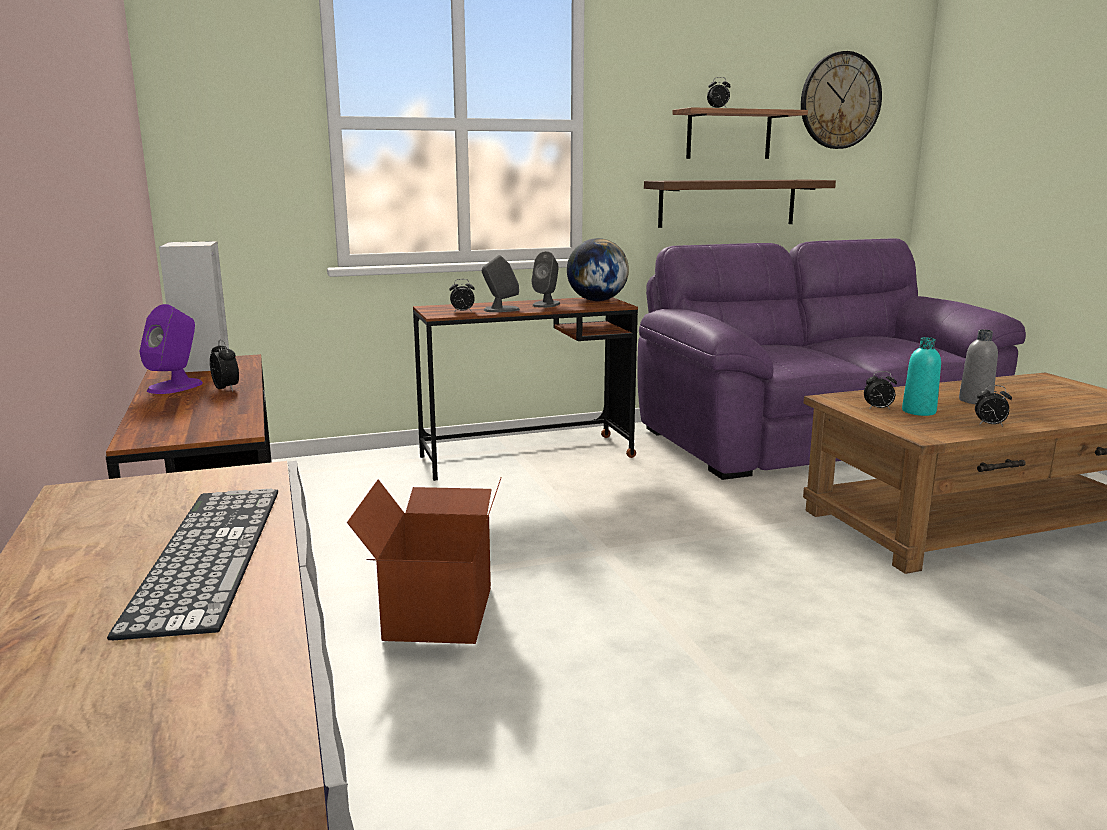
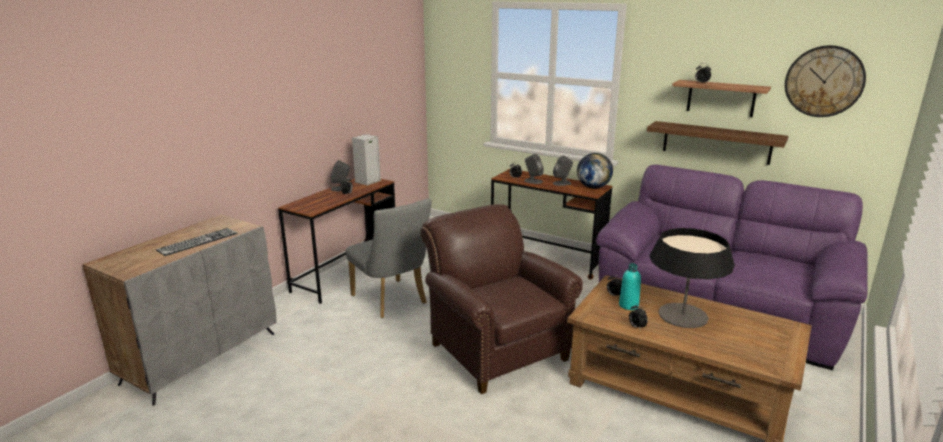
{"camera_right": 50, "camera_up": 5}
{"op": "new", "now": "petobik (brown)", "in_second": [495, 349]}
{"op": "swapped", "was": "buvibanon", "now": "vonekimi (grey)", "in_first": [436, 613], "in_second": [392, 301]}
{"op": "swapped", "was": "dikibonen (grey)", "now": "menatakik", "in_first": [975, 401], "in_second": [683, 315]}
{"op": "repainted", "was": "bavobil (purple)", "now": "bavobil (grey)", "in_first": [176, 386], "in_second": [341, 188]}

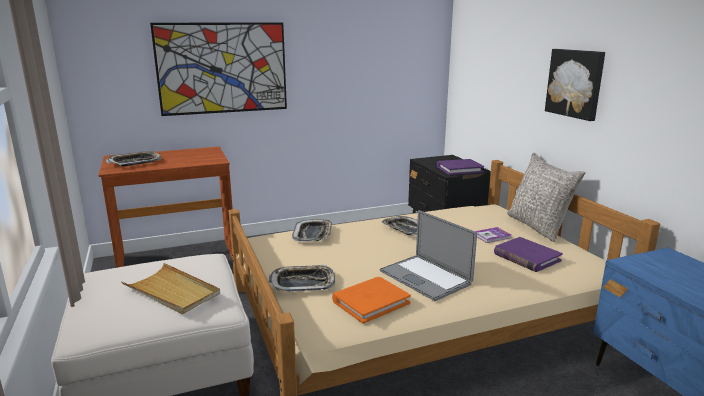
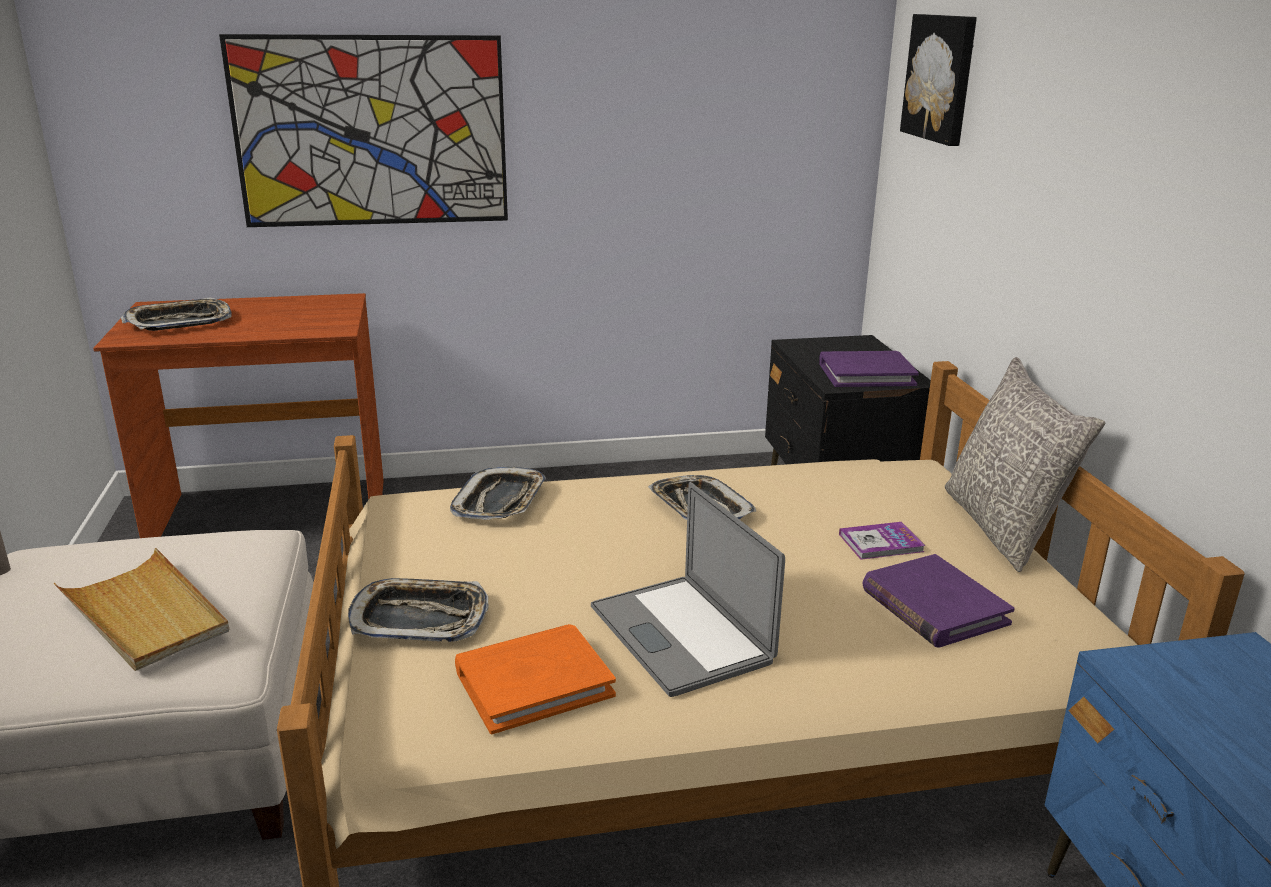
{"camera_right": 10, "camera_up": 5}
{"op": "shifted", "was": "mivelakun", "in_first": [575, 83], "in_second": [941, 78]}

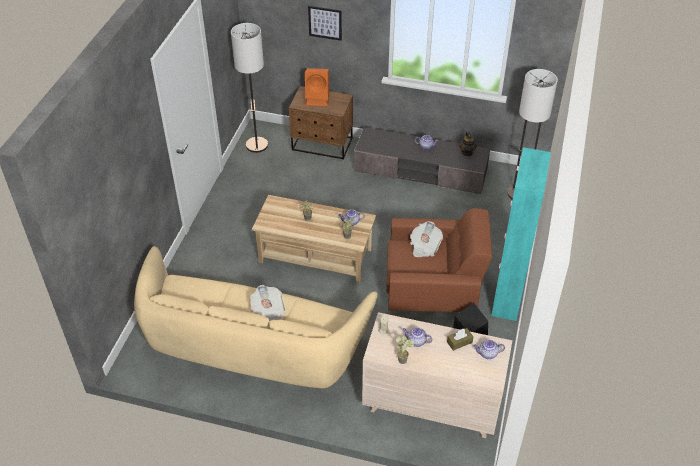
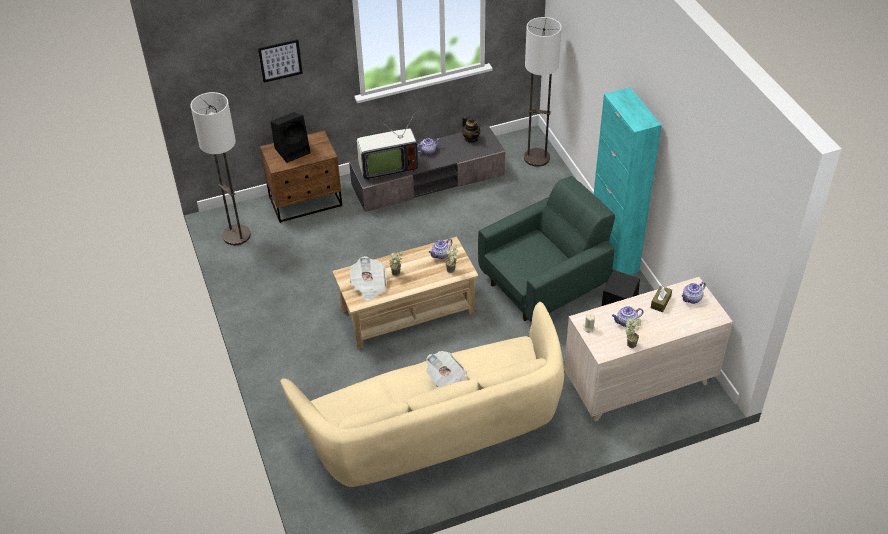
{"camera_right": -35, "camera_up": 0}
{"op": "new", "now": "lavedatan", "in_second": [386, 167]}
{"op": "shifted", "was": "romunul", "in_first": [424, 246], "in_second": [369, 286]}
{"op": "repainted", "was": "bavobil (orange)", "now": "bavobil (black)", "in_first": [318, 98], "in_second": [293, 150]}
{"op": "repainted", "was": "petobik (brown)", "now": "petobik (green)", "in_first": [433, 290], "in_second": [545, 284]}

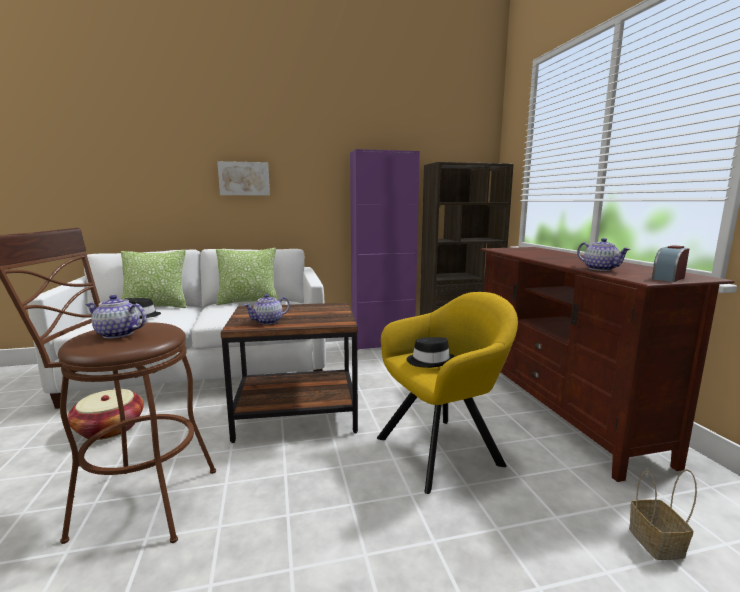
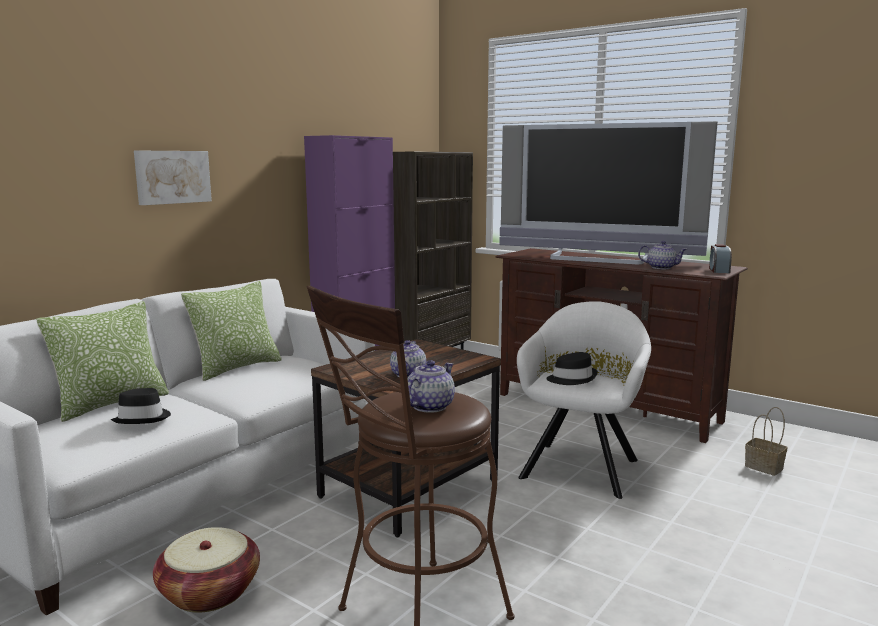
{"camera_right": -40, "camera_up": 0}
{"op": "new", "now": "lavedatan", "in_second": [598, 259]}
{"op": "repainted", "was": "petobik (yellow)", "now": "petobik (white)", "in_first": [444, 449], "in_second": [582, 465]}
{"op": "rotated", "was": "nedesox", "in_first": [117, 334], "in_second": [429, 406], "clockwise": 150}

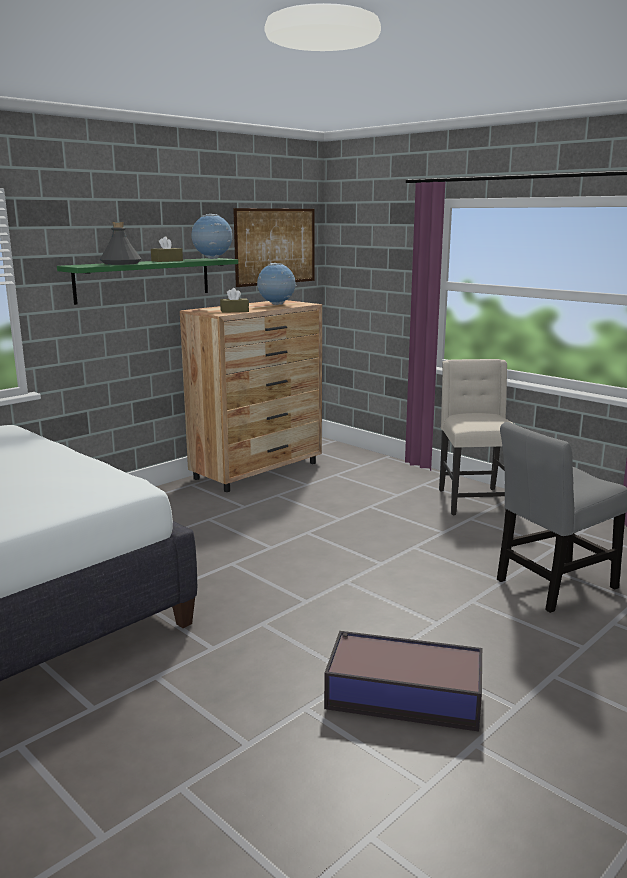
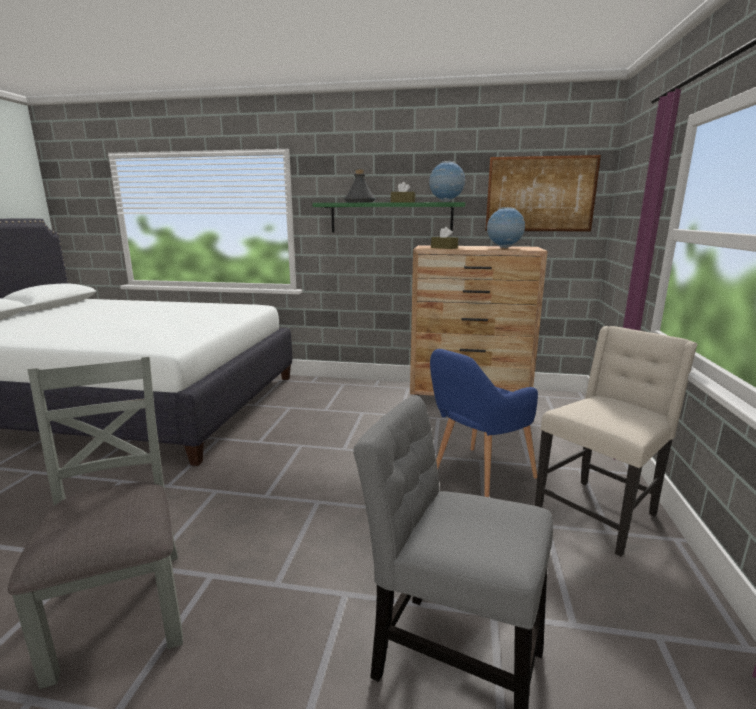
{"camera_right": 55, "camera_up": 0}
{"op": "new", "now": "petobik (blue)", "in_second": [476, 478]}
{"op": "swapped", "was": "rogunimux", "now": "vonekimi (grey)", "in_first": [402, 694], "in_second": [122, 608]}

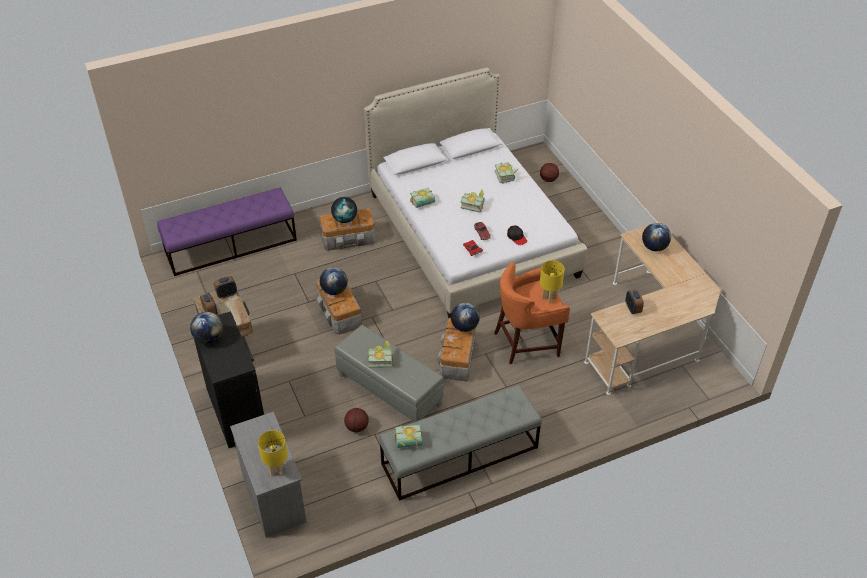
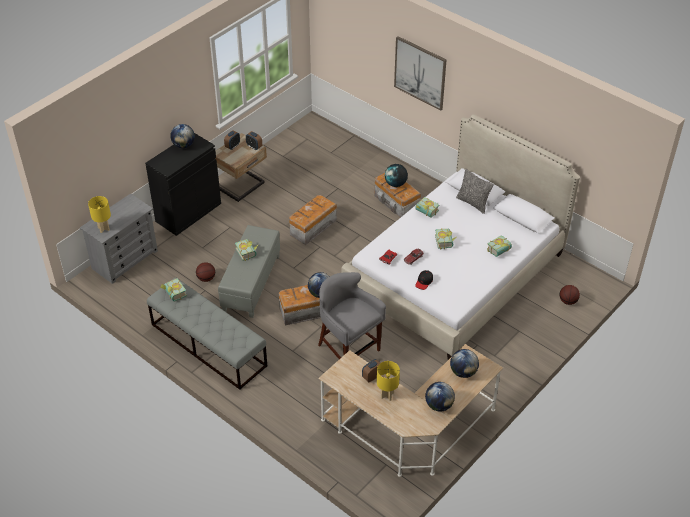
{"camera_right": 65, "camera_up": 0}
{"op": "gone", "was": "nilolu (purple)", "in_first": [231, 245]}
{"op": "new", "now": "mivelakun", "in_second": [420, 72]}
{"op": "new", "now": "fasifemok", "in_second": [473, 203]}
{"op": "shifted", "was": "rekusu", "in_first": [334, 290], "in_second": [439, 405]}
{"op": "shifted", "was": "menatakik (yellow)", "in_first": [549, 298], "in_second": [387, 395]}
{"op": "repainted", "was": "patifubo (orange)", "now": "patifubo (grey)", "in_first": [527, 343], "in_second": [348, 349]}

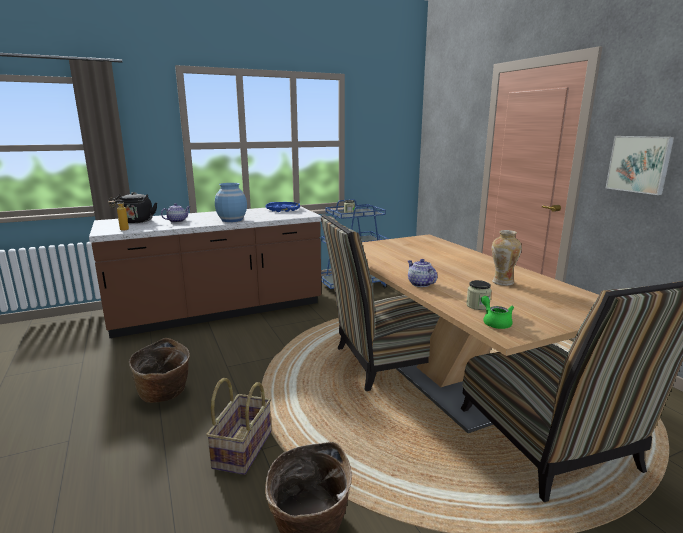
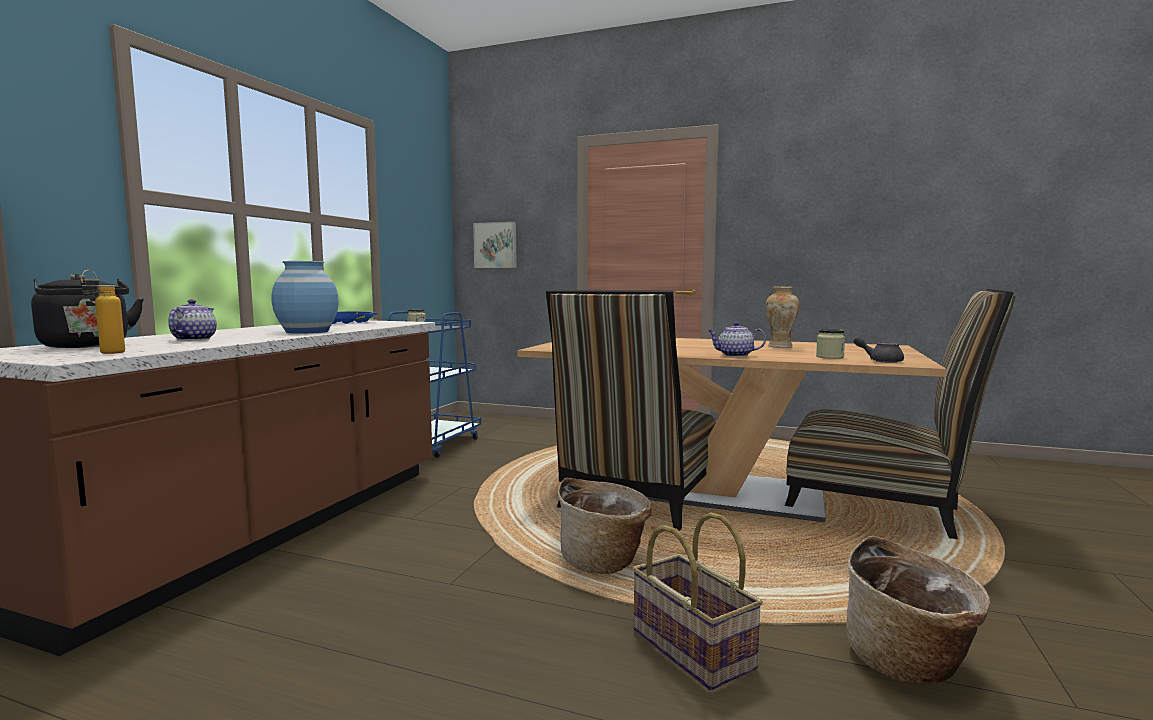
{"camera_right": -45, "camera_up": -10}
{"op": "shifted", "was": "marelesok", "in_first": [164, 394], "in_second": [604, 561]}
{"op": "shifted", "was": "mivelakun", "in_first": [639, 164], "in_second": [496, 245]}
{"op": "repainted", "was": "nedesox (green)", "now": "nedesox (grey)", "in_first": [495, 322], "in_second": [880, 361]}

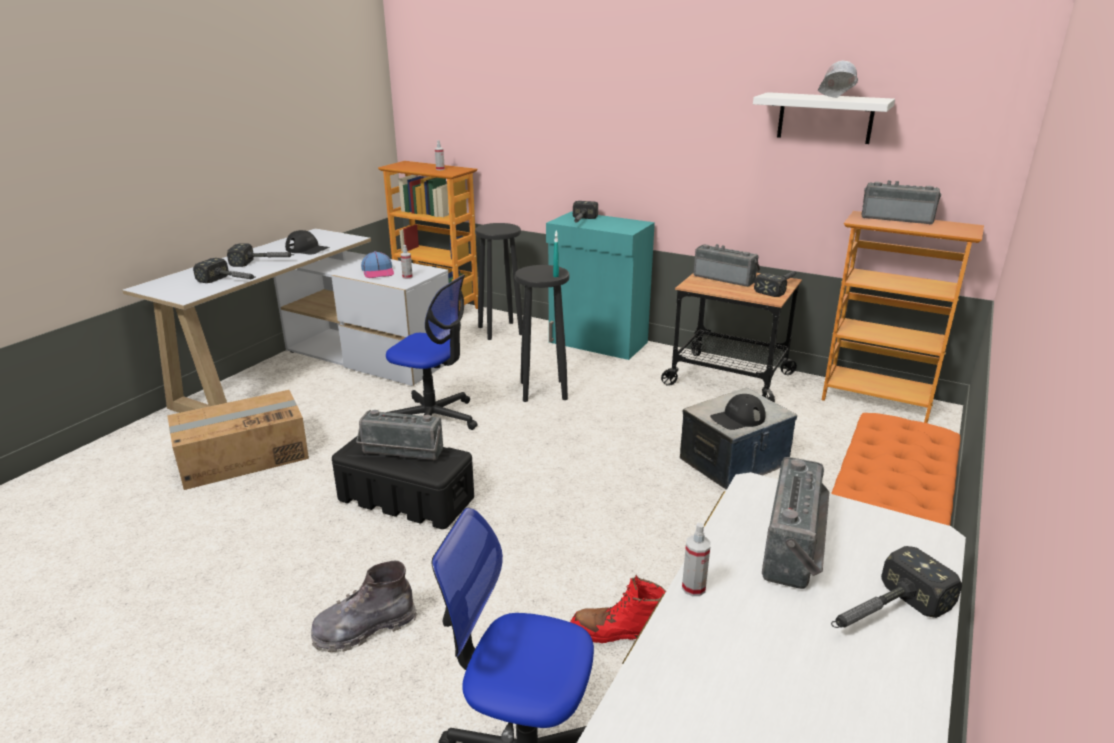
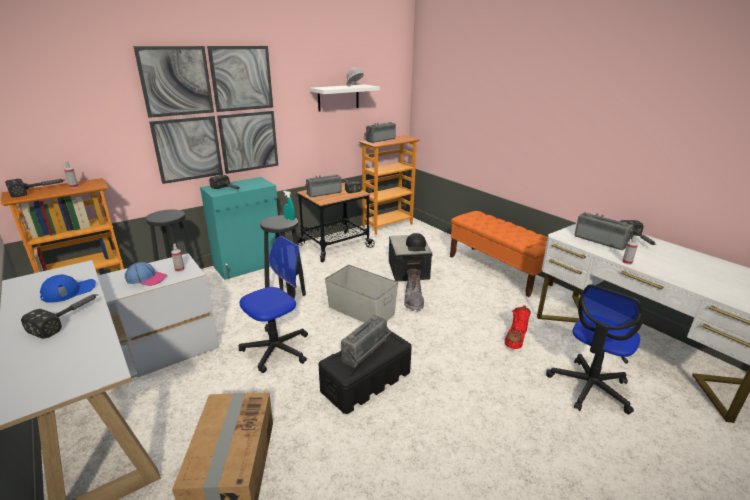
{"camera_right": -65, "camera_up": 0}
{"op": "new", "now": "mivelakun", "in_second": [215, 113]}
{"op": "new", "now": "rogunimux (grey)", "in_second": [361, 310]}
{"op": "shifted", "was": "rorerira", "in_first": [231, 281], "in_second": [40, 190]}
{"op": "shifted", "was": "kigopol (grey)", "in_first": [364, 628], "in_second": [413, 301]}
{"op": "repainted", "was": "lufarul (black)", "now": "lufarul (blue)", "in_first": [307, 249], "in_second": [69, 291]}

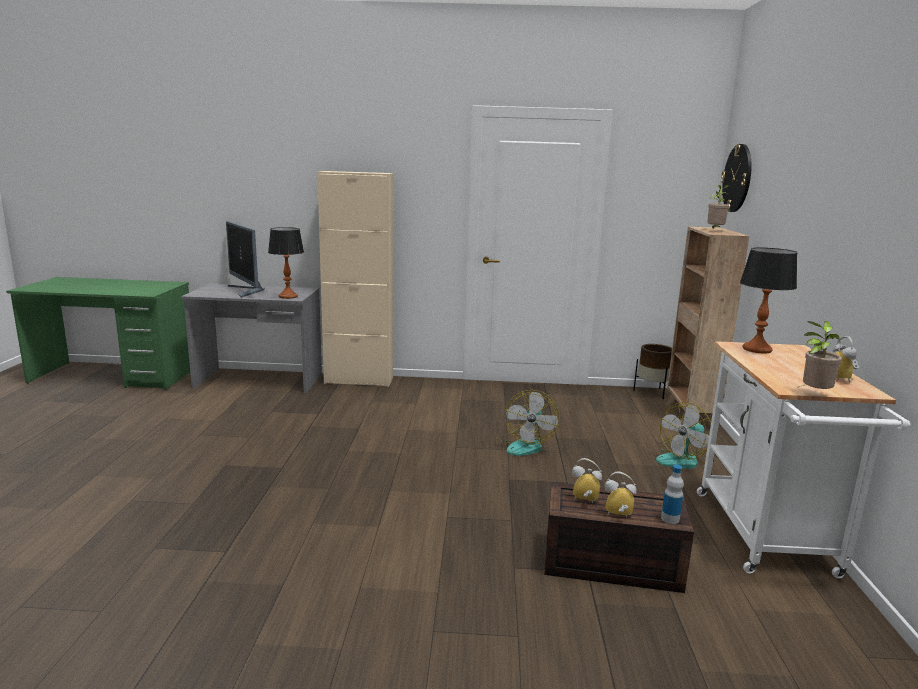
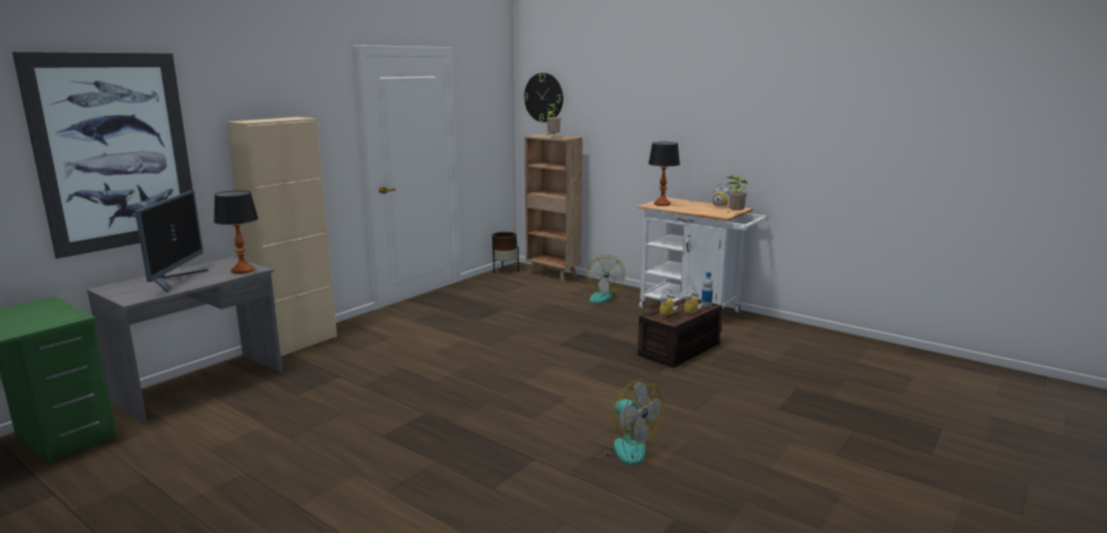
{"camera_right": -55, "camera_up": 0}
{"op": "new", "now": "mivelakun", "in_second": [115, 152]}
{"op": "shifted", "was": "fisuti", "in_first": [525, 445], "in_second": [621, 447]}
{"op": "rotated", "was": "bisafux", "in_first": [247, 291], "in_second": [175, 280], "clockwise": -90}

